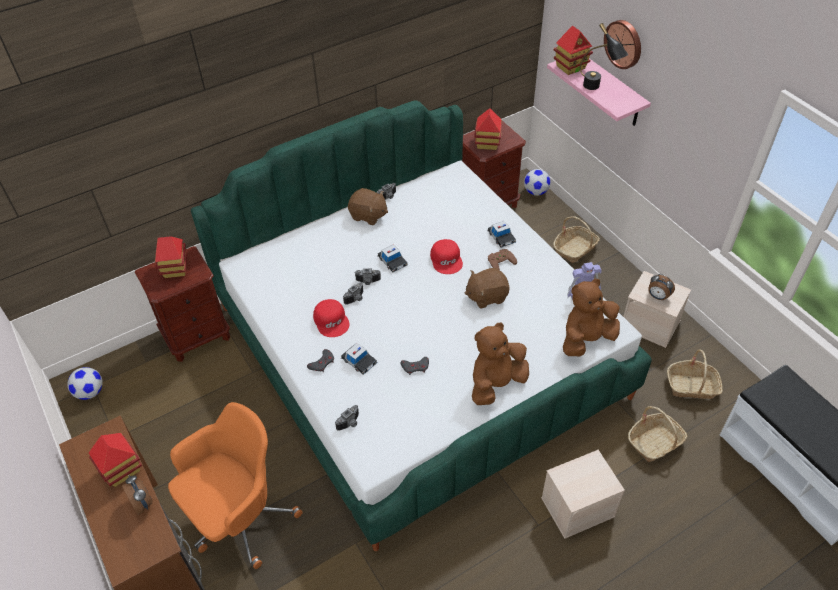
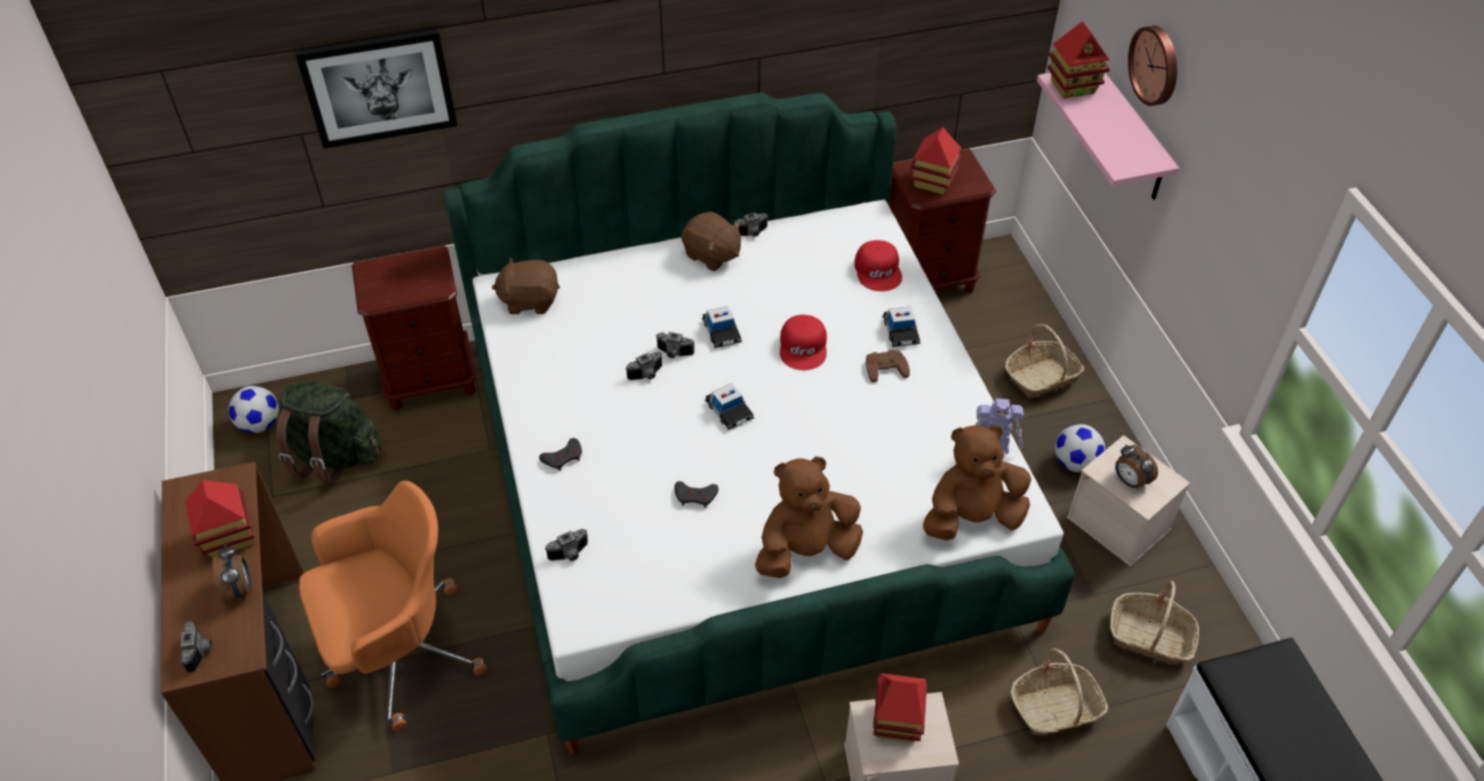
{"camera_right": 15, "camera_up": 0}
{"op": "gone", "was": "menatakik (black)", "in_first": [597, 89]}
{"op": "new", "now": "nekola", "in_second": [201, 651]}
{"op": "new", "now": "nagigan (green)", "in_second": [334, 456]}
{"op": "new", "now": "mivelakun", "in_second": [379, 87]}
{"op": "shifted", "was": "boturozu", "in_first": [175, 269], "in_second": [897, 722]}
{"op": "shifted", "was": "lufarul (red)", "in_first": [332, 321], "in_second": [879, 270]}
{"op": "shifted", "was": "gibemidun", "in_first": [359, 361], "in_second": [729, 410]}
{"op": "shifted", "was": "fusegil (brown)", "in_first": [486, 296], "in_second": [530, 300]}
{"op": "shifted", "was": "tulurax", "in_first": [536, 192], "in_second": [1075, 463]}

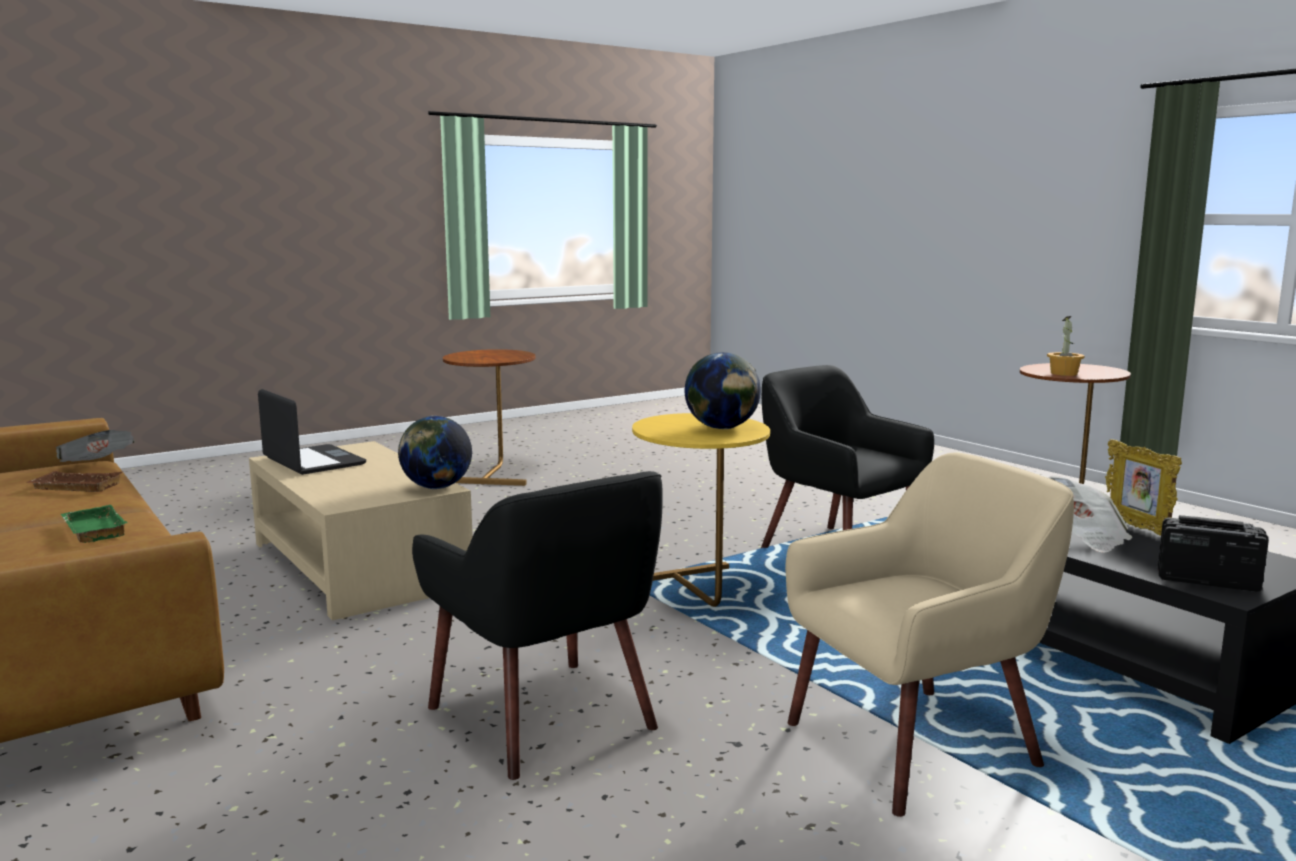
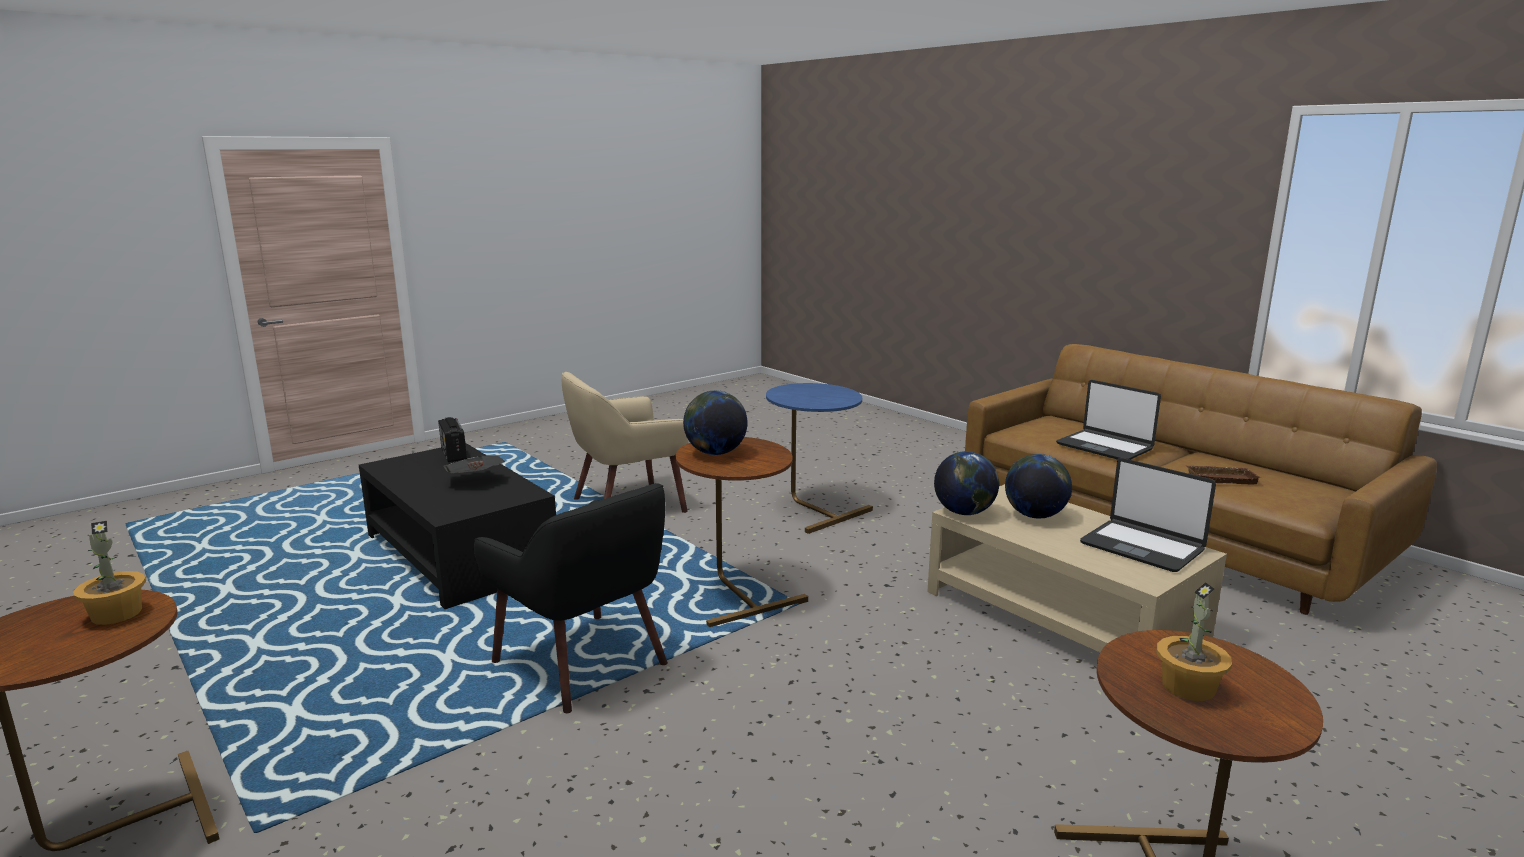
{"camera_right": 175, "camera_up": 5}
{"op": "gone", "was": "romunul", "in_first": [97, 466]}
{"op": "gone", "was": "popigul", "in_first": [1136, 527]}
{"op": "new", "now": "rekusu", "in_second": [1035, 516]}
{"op": "new", "now": "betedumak", "in_second": [1189, 686]}
{"op": "swapped", "was": "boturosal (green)", "now": "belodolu", "in_first": [91, 530], "in_second": [1104, 447]}
{"op": "swapped", "was": "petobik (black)", "now": "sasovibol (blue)", "in_first": [545, 717], "in_second": [813, 509]}
{"op": "repainted", "was": "sasovibol (yellow)", "now": "sasovibol (brown)", "in_first": [697, 595], "in_second": [736, 593]}
{"op": "rotated", "was": "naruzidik", "in_first": [1206, 581], "in_second": [454, 455], "clockwise": 45}

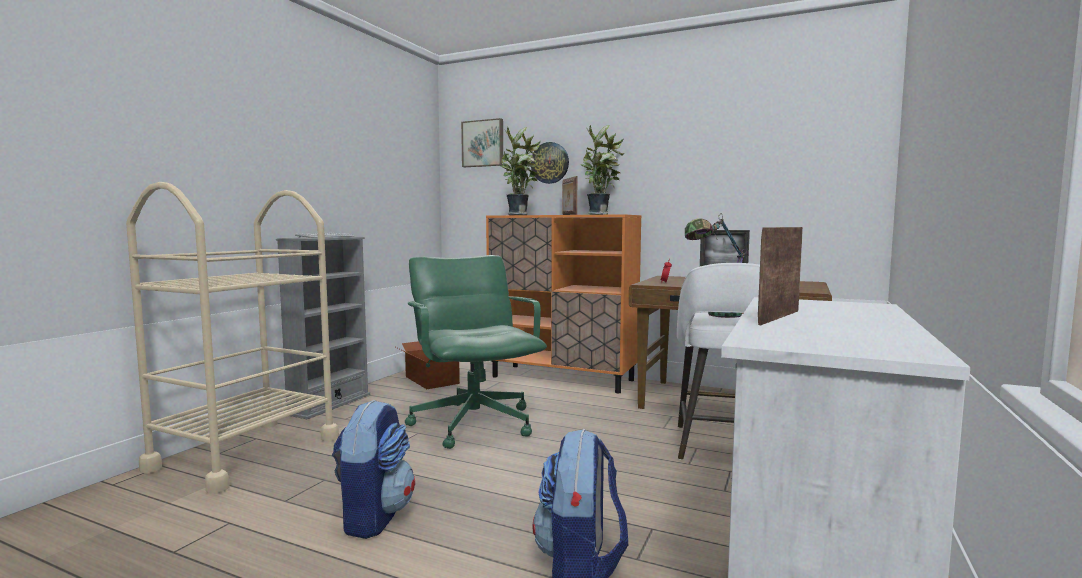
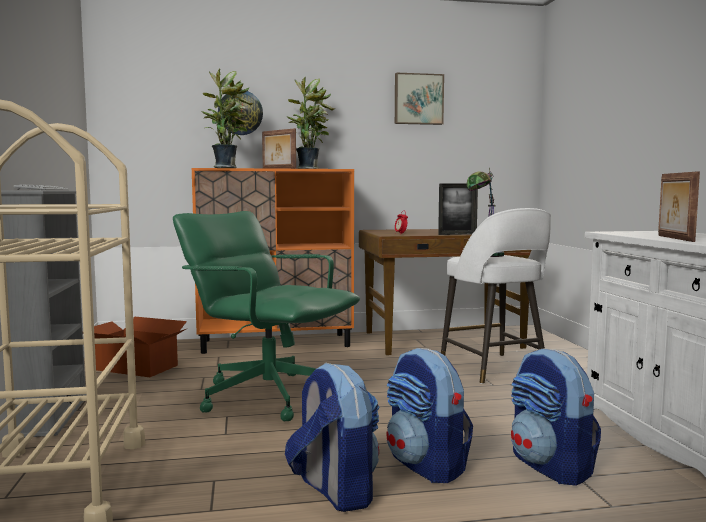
{"camera_right": -35, "camera_up": 0}
{"op": "new", "now": "nagigan", "in_second": [427, 466]}
{"op": "shifted", "was": "mivelakun", "in_first": [483, 143], "in_second": [418, 99]}

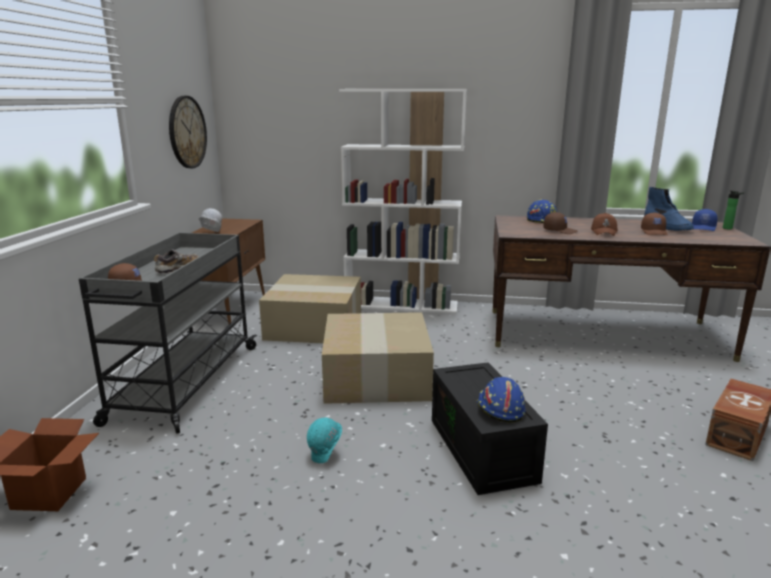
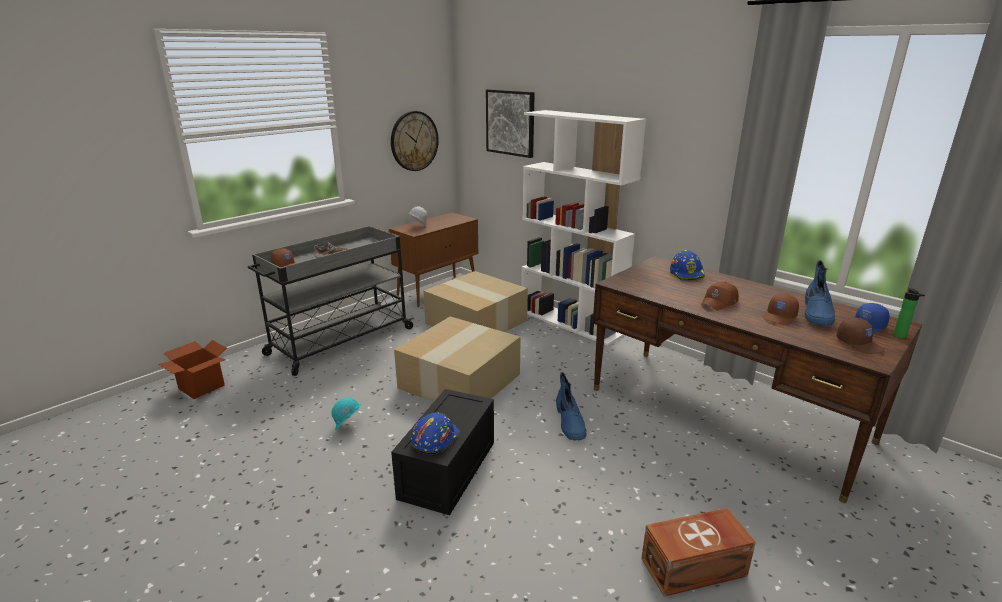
{"camera_right": 35, "camera_up": 5}
{"op": "new", "now": "mivelakun", "in_second": [510, 122]}
{"op": "new", "now": "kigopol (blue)", "in_second": [570, 423]}
{"op": "shifted", "was": "lufarul (brown)", "in_first": [560, 231], "in_second": [859, 344]}

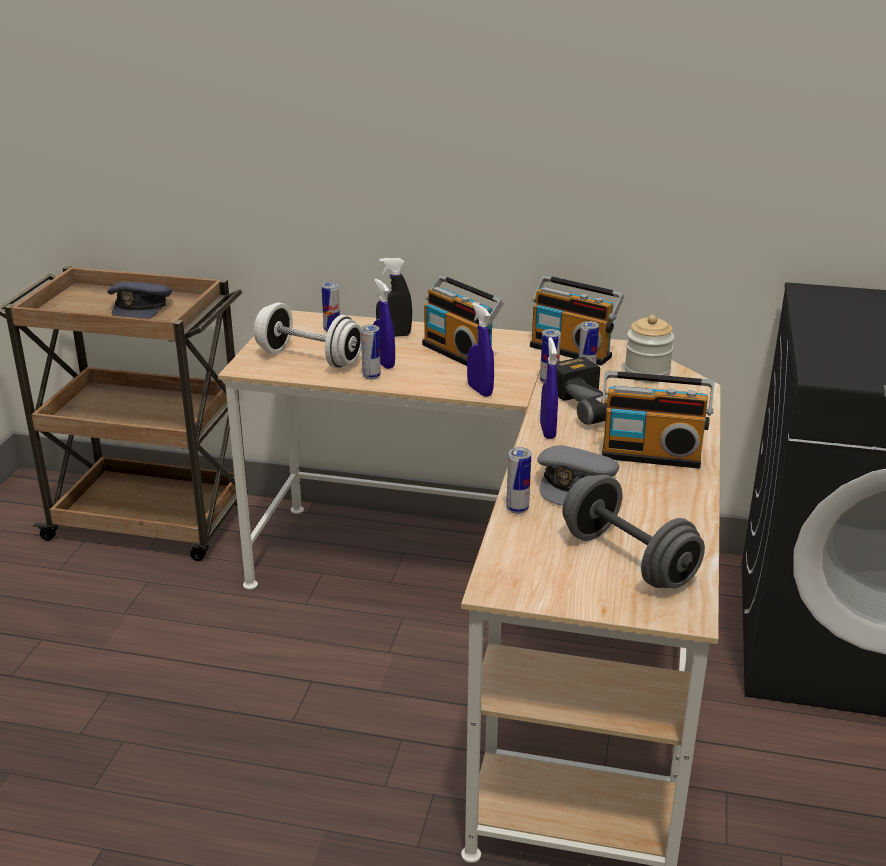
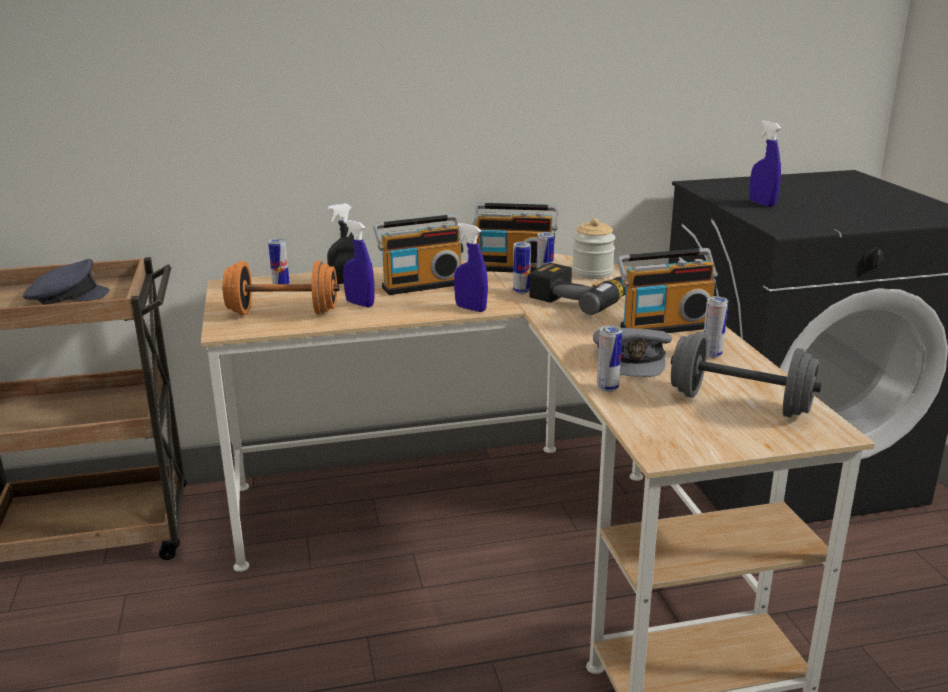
{"camera_right": -25, "camera_up": -5}
{"op": "shifted", "was": "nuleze", "in_first": [371, 376], "in_second": [711, 355]}
{"op": "shifted", "was": "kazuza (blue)", "in_first": [547, 431], "in_second": [762, 203]}
{"op": "repainted", "was": "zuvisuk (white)", "now": "zuvisuk (orange)", "in_first": [309, 358], "in_second": [283, 313]}
{"op": "rotated", "was": "lufarul (grey)", "in_first": [141, 307], "in_second": [66, 297], "clockwise": -90}
{"op": "rotated", "was": "naruzidik", "in_first": [460, 353], "in_second": [421, 285], "clockwise": -45}

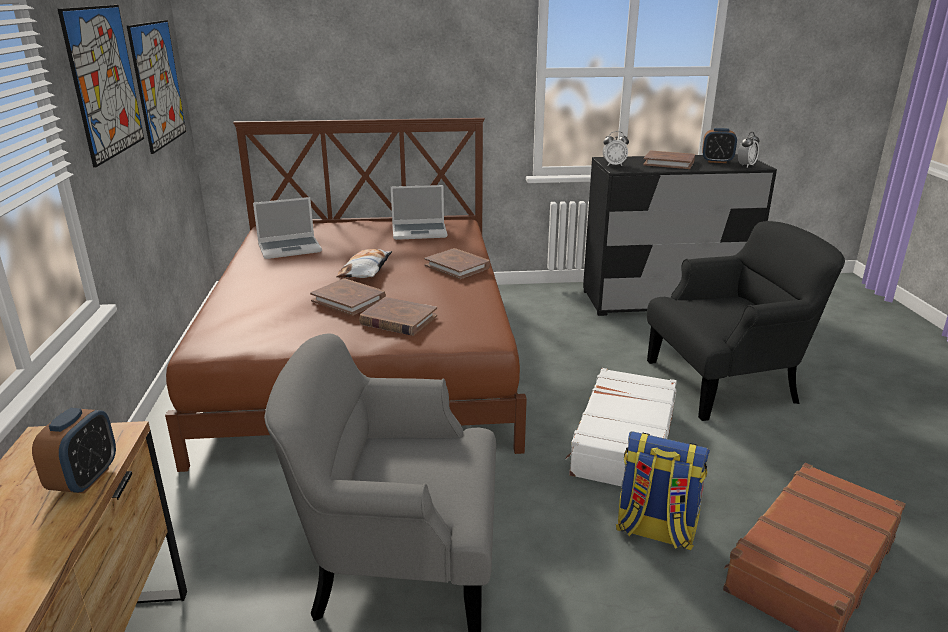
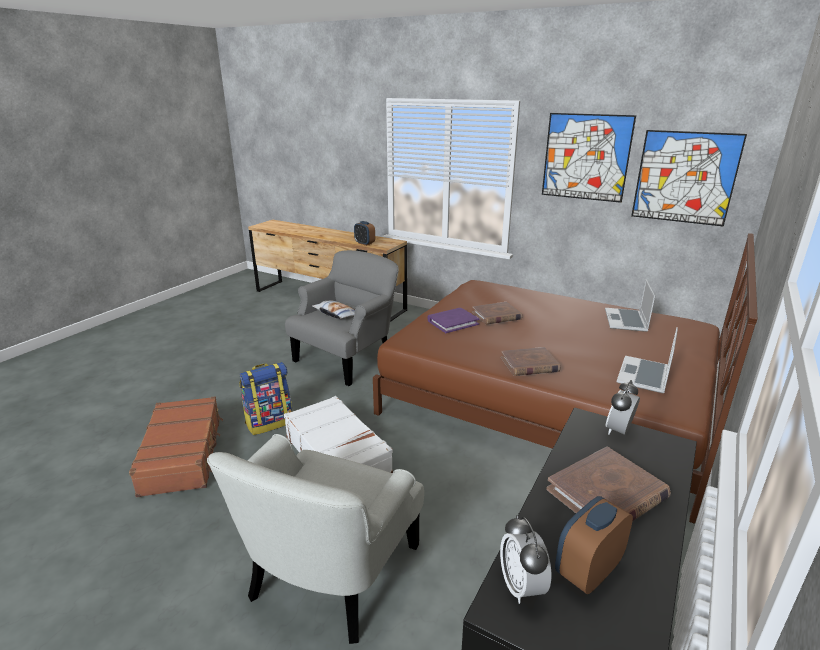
{"camera_right": 125, "camera_up": 0}
{"op": "shifted", "was": "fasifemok", "in_first": [366, 270], "in_second": [336, 313]}
{"op": "repainted", "was": "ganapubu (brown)", "now": "ganapubu (purple)", "in_first": [398, 320], "in_second": [452, 322]}
{"op": "repainted", "was": "petobik (black)", "now": "petobik (white)", "in_first": [726, 382], "in_second": [331, 572]}

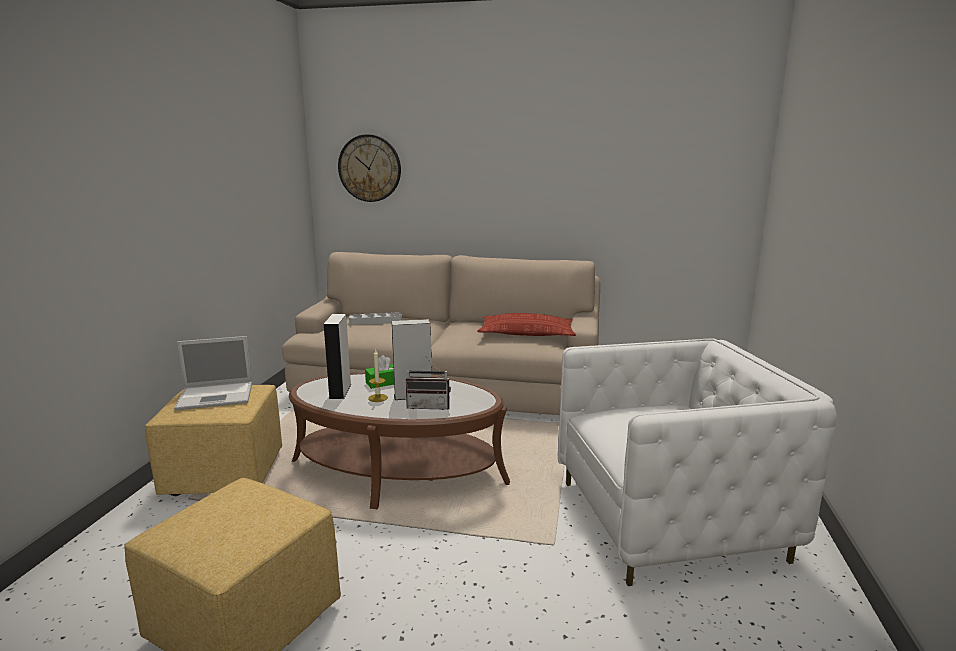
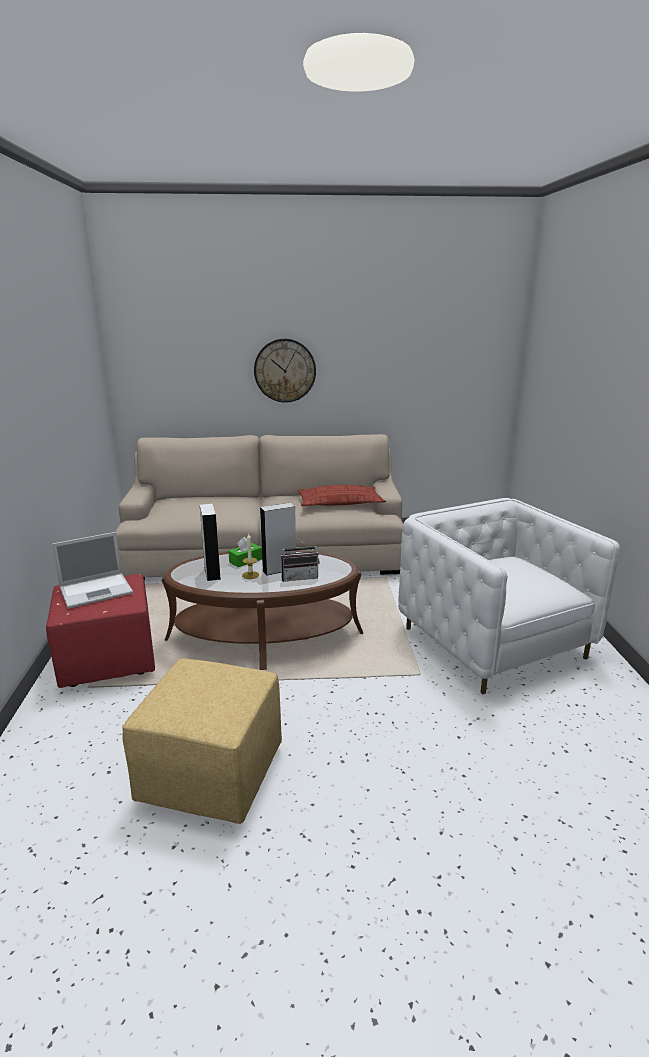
{"camera_right": -15, "camera_up": 5}
{"op": "gone", "was": "boturosal (grey)", "in_first": [375, 321]}
{"op": "shifted", "was": "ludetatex", "in_first": [369, 168], "in_second": [285, 370]}
{"op": "repainted", "was": "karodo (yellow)", "now": "karodo (red)", "in_first": [226, 474], "in_second": [109, 660]}
{"op": "rotated", "was": "petobik (white)", "in_first": [667, 519], "in_second": [493, 642], "clockwise": -90}

